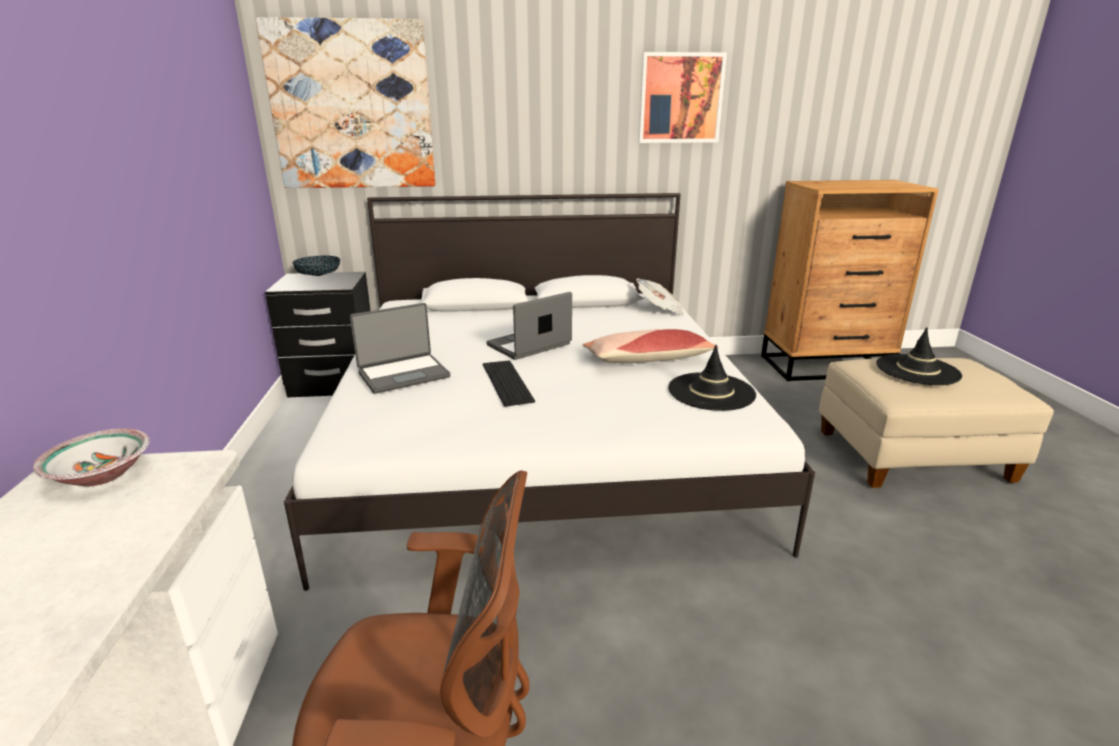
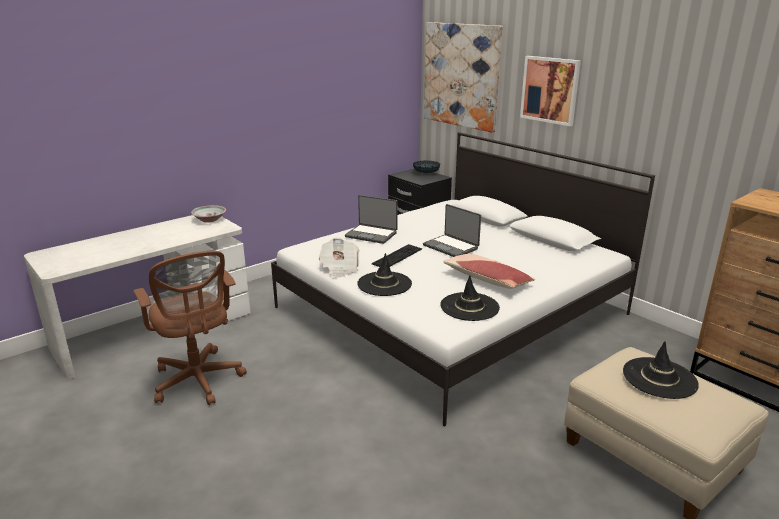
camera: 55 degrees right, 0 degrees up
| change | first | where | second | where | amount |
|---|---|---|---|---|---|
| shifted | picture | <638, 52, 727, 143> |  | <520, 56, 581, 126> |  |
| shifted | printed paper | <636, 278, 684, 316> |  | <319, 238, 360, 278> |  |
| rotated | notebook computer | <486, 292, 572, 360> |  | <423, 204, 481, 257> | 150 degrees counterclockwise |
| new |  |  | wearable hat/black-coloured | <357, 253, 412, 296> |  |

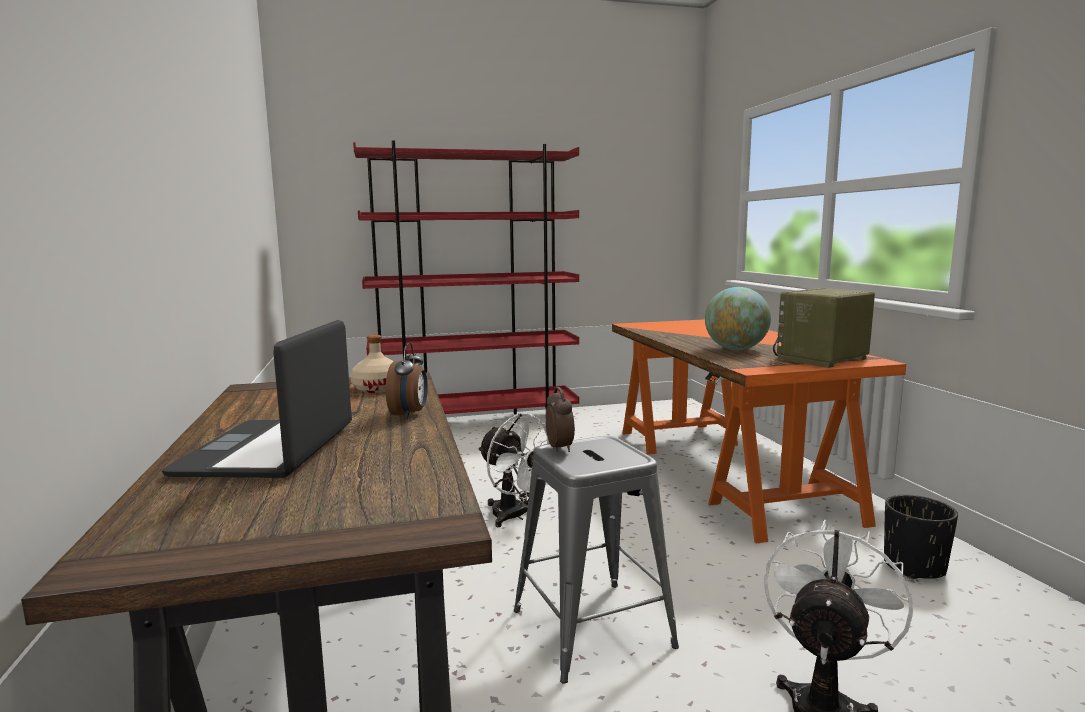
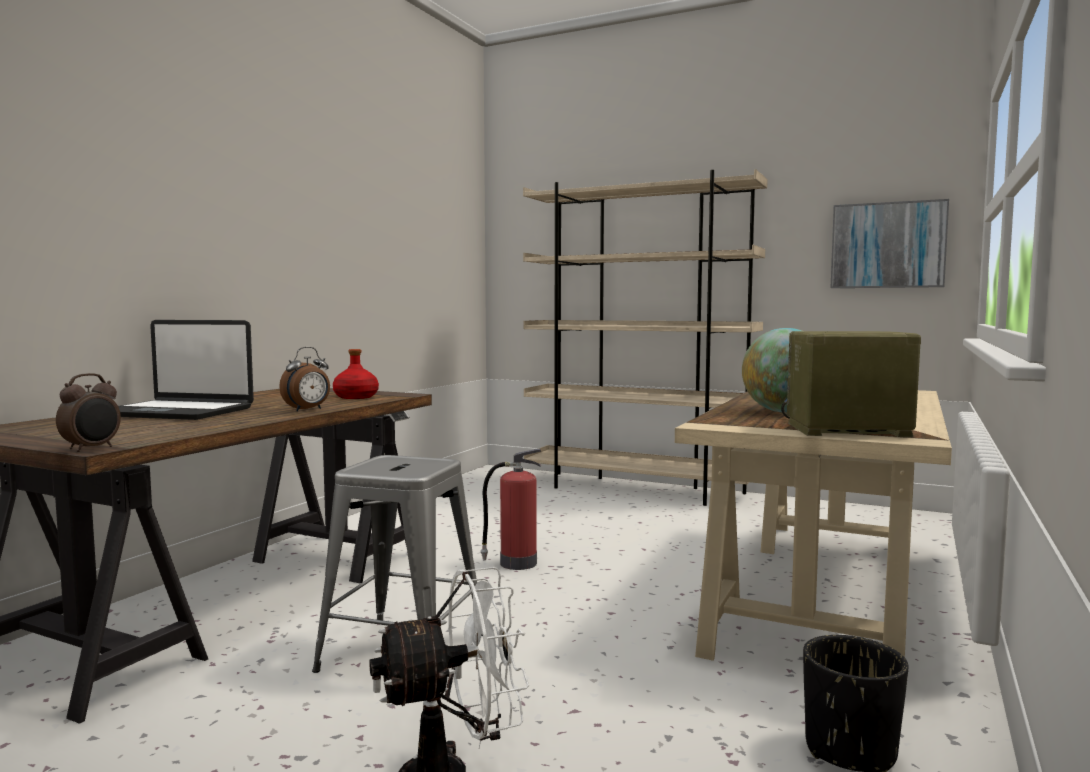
camera: 40 degrees right, 5 degrees down
| change | first | where | second | where | amount |
|---|---|---|---|---|---|
| repainted | bookcase/red-coloured | <353, 140, 579, 415> | bookcase/beige-coloured | <523, 169, 768, 506> |  |
| repainted | desk/orange-coloured | <612, 319, 906, 544> | desk/beige-coloured | <675, 390, 952, 661> |  |
| rotated | notebook computer | <162, 320, 352, 478> |  | <118, 320, 254, 420> | 120 degrees counterclockwise |
| repainted | beverage bottle/beige-coloured | <350, 335, 394, 393> | beverage bottle/red-coloured | <333, 349, 379, 399> |  |
| shifted | table clock | <545, 387, 575, 452> |  | <56, 373, 121, 452> |  |
| swapped | electric fan/whitish | <478, 414, 550, 527> | extinguisher | <480, 448, 541, 570> |  |
| new |  |  | picture | <831, 199, 949, 288> |  |

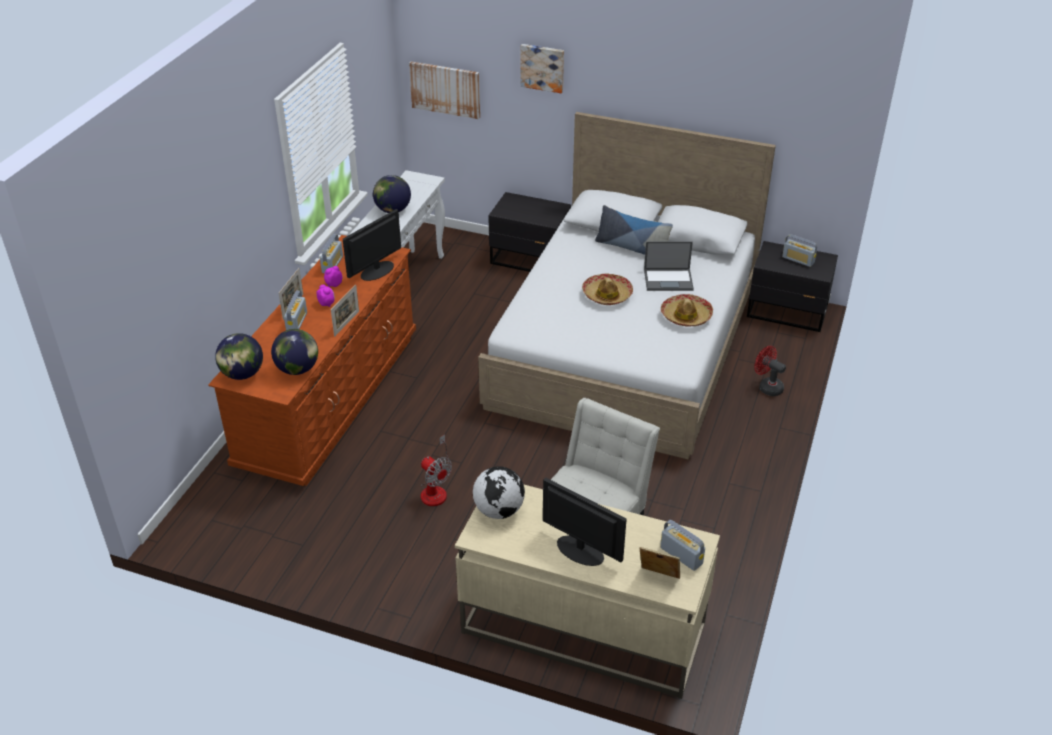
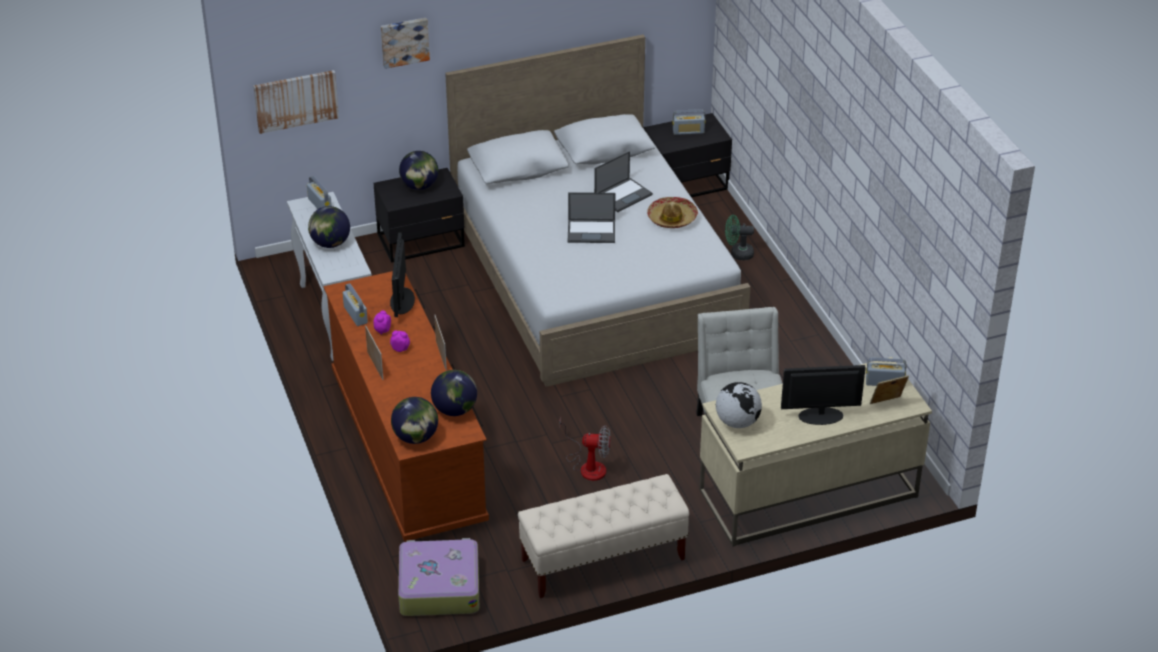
camera: 40 degrees left, 0 degrees up
| change | first | where | second | where | amount |
|---|---|---|---|---|---|
| gone | cushion | <595, 205, 673, 255> |  |  |  |
| swapped | wearable hat | <582, 273, 633, 305> | notebook computer | <568, 192, 616, 243> |  |
| shifted | radio receiver | <284, 290, 307, 330> |  | <307, 176, 332, 209> |  |
| repainted | electric fan/red-coloured | <754, 346, 786, 396> | electric fan/green-coloured | <725, 215, 754, 260> |  |
| new |  |  | world globe | <399, 151, 438, 190> |  |
| new |  |  | bench/beige-coloured | <518, 474, 689, 598> |  |
| new |  |  | suitcase | <398, 538, 479, 616> |  |

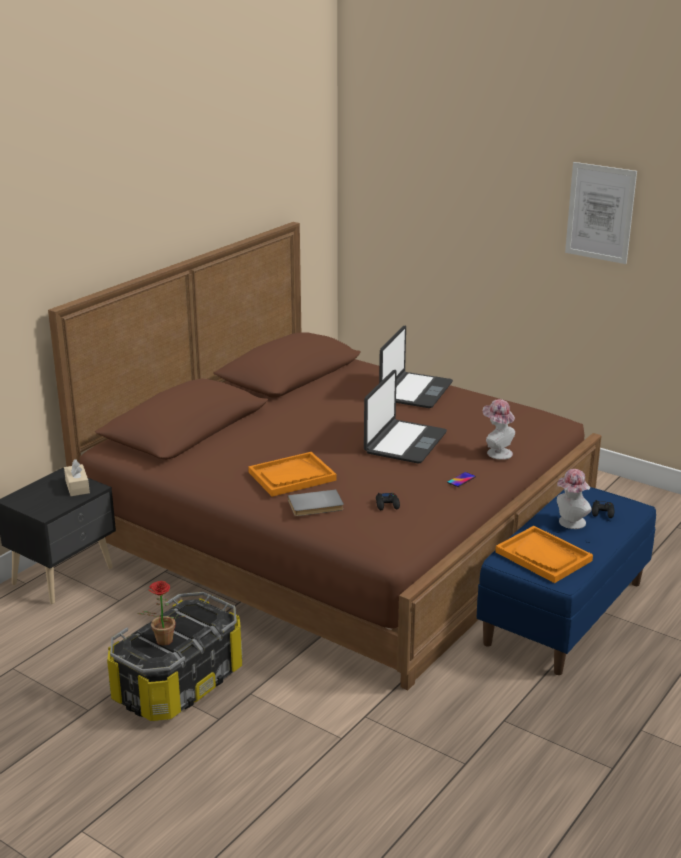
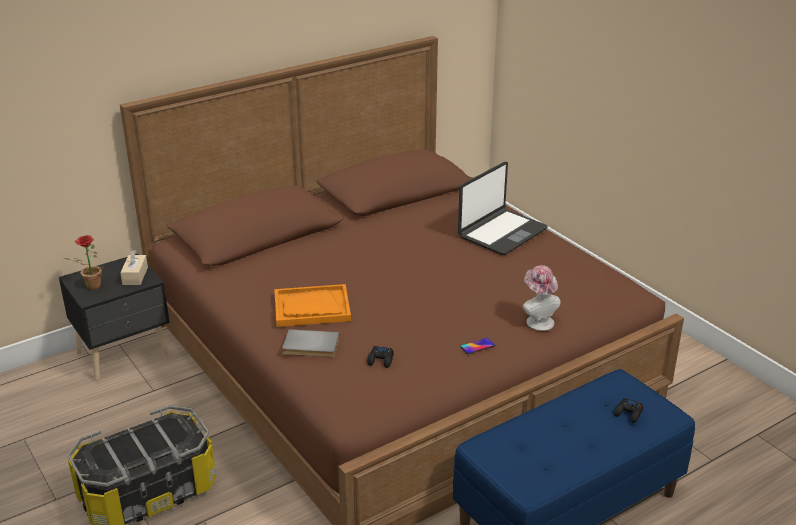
camera: 20 degrees right, 5 degrees up
| change | first | where | second | where | amount |
|---|---|---|---|---|---|
| gone | picture | <565, 162, 637, 264> |  |  |  |
| gone | notebook computer | <364, 370, 447, 463> |  |  |  |
| gone | wearable hat | <557, 469, 592, 529> |  |  |  |
| gone | carrying tray/orange-coloured | <495, 526, 593, 583> |  |  |  |
| shifted | potted plant | <137, 581, 184, 646> |  | <64, 235, 103, 290> |  |

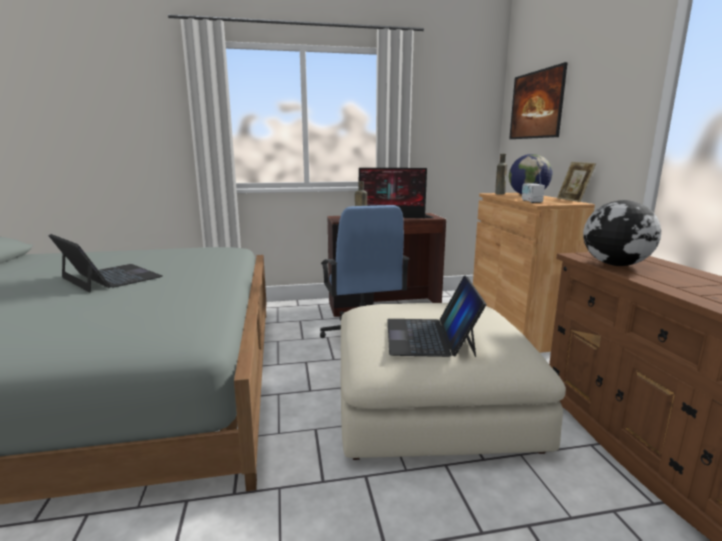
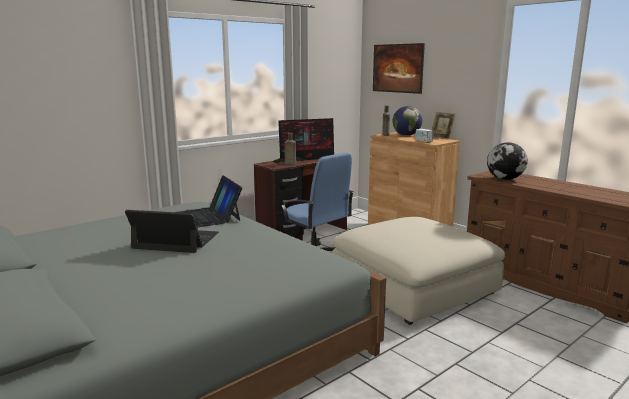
camera: 30 degrees left, 0 degrees up
| change | first | where | second | where | amount |
|---|---|---|---|---|---|
| shifted | notebook computer | <387, 275, 486, 357> |  | <178, 175, 242, 227> |  |

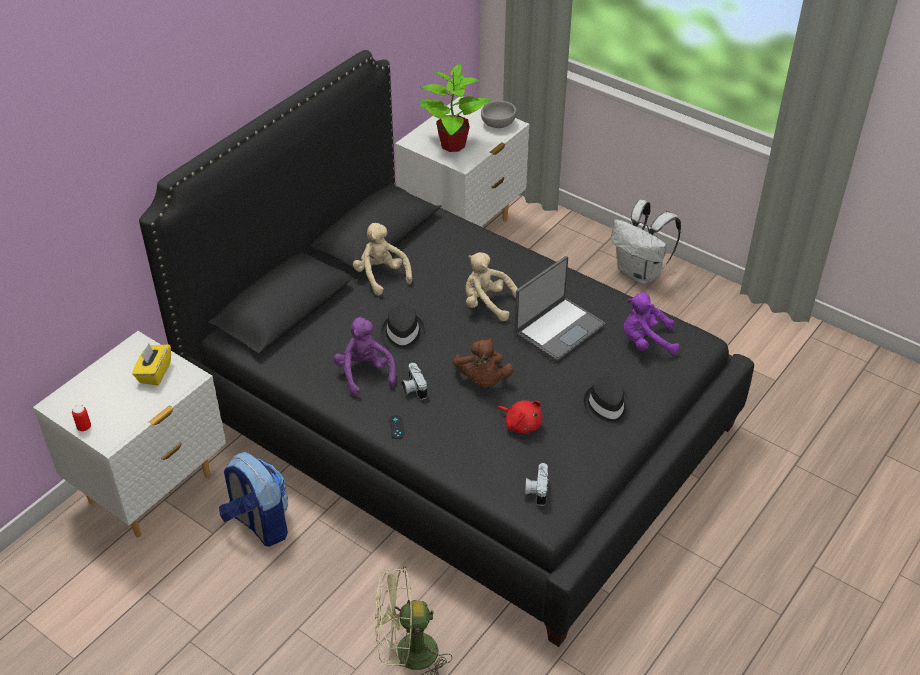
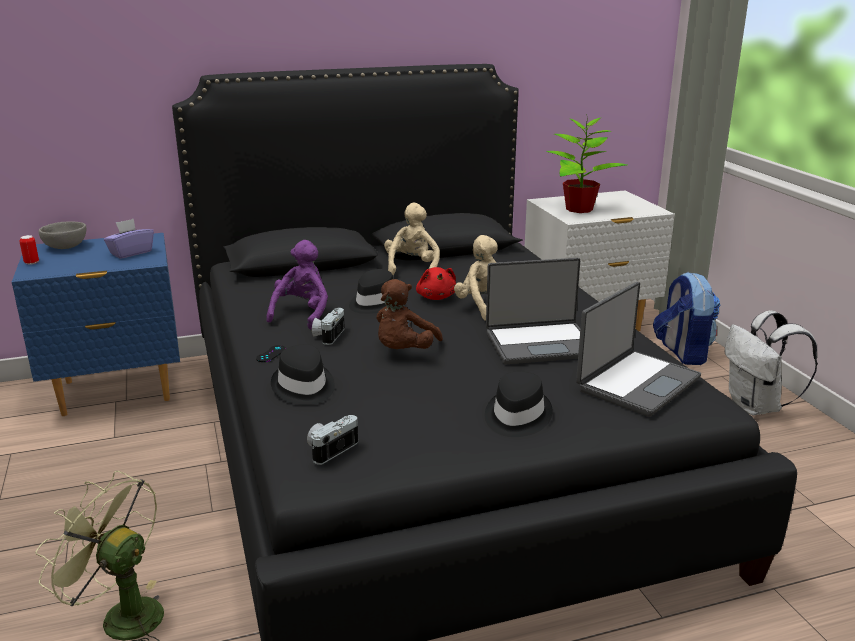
camera: 35 degrees right, 20 degrees down
| change | first | where | second | where | amount |
|---|---|---|---|---|---|
| shifted | deep dish/grey | <481, 101, 517, 128> |  | <39, 221, 86, 249> |  |
| swapped | plush toy/purplish | <624, 292, 680, 355> | notebook computer | <576, 282, 701, 417> |  |
| repainted | night table/whitish | <33, 331, 226, 537> | night table/blue | <12, 233, 180, 416> |  |
| repainted | tissue holder/yellow | <132, 343, 171, 386> | tissue holder/purplish | <104, 219, 154, 259> |  |
| shifted | plush toy/red-coloured | <498, 401, 543, 434> |  | <416, 267, 456, 300> |  |
| shifted | knapsack | <219, 452, 288, 547> |  | <653, 272, 721, 365> |  |
| new |  |  | wearable hat/black-coloured | <271, 344, 335, 405> |  |

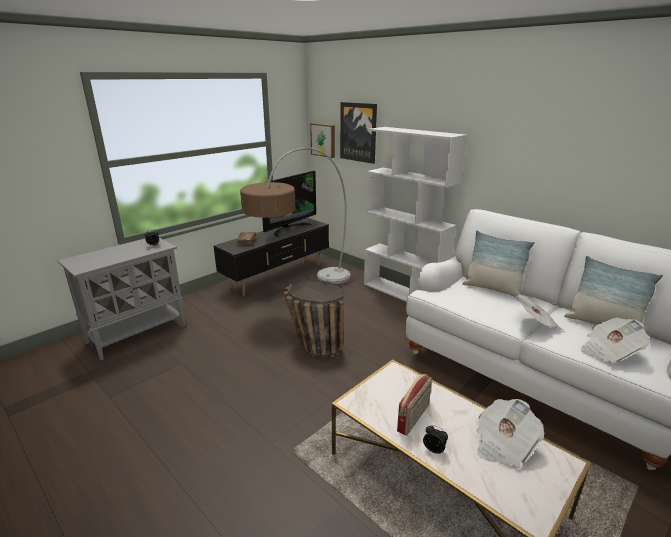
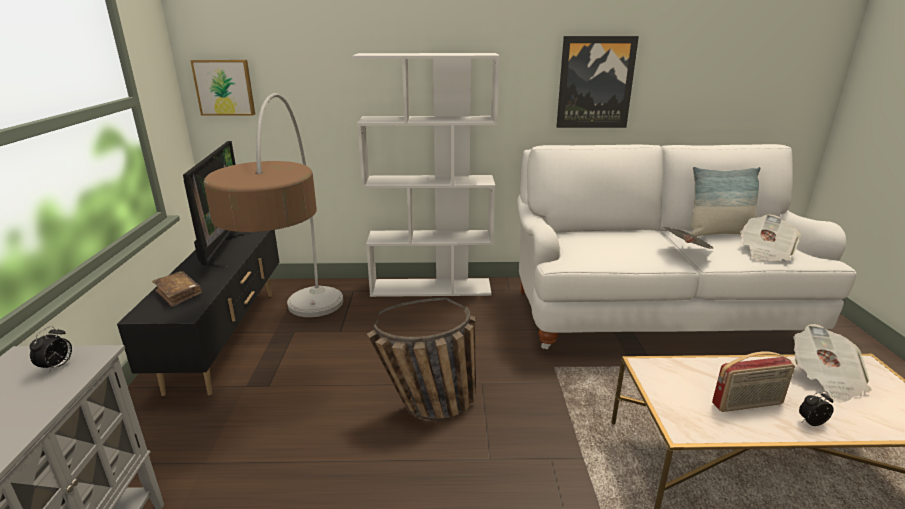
camera: 45 degrees left, 0 degrees up
| change | first | where | second | where | amount |
|---|---|---|---|---|---|
| shifted | picture | <340, 102, 377, 164> |  | <556, 36, 639, 128> |  |
| gone | cushion | <462, 230, 535, 296> |  |  |  |
| rotated | radio receiver | <397, 374, 432, 436> |  | <712, 351, 795, 412> | 90 degrees clockwise |

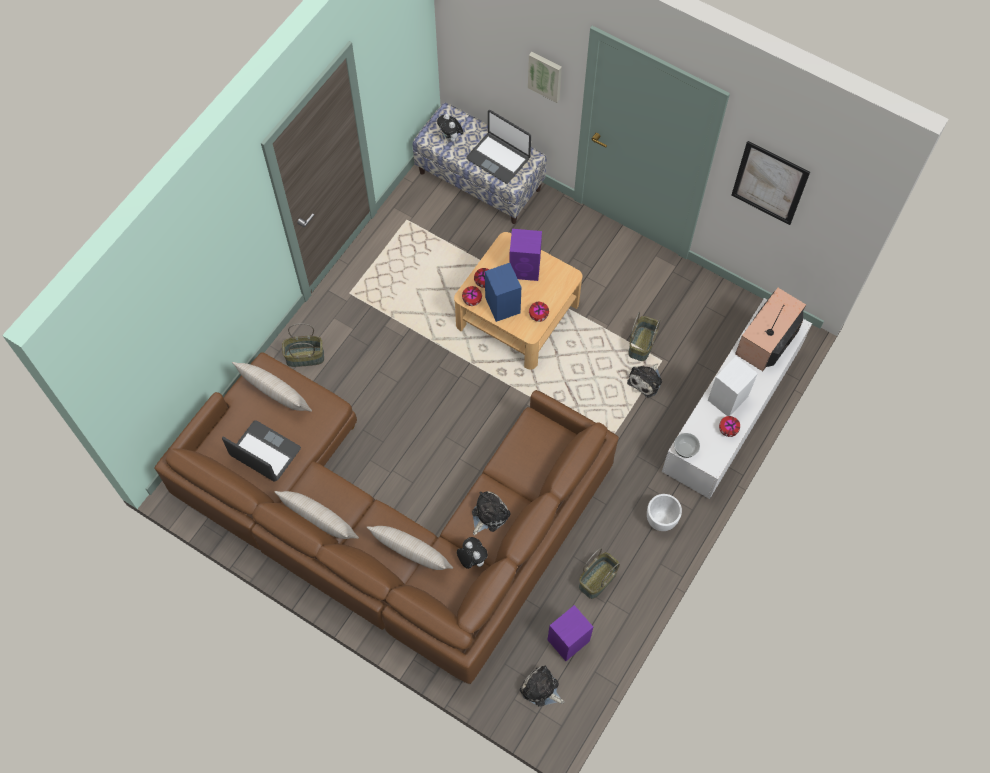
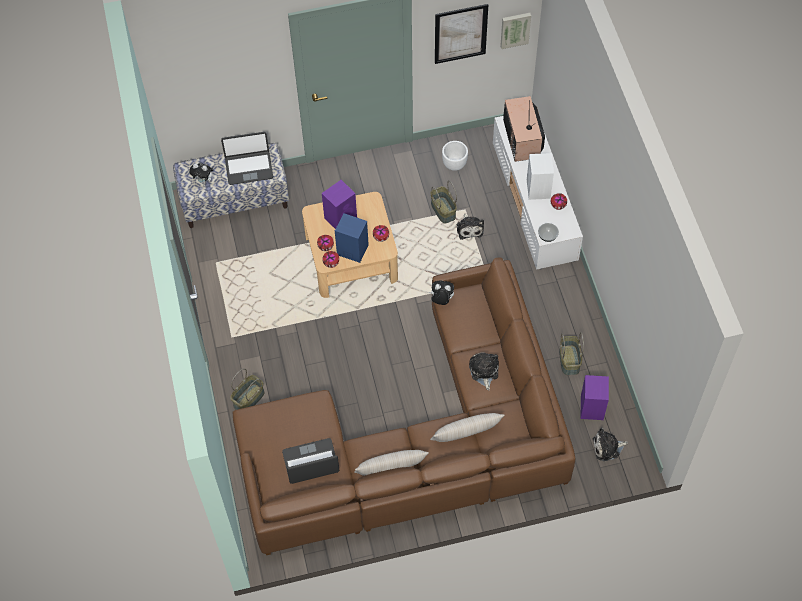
camera: 45 degrees left, 5 degrees down
| change | first | where | second | where | amount |
|---|---|---|---|---|---|
| shifted | picture | <528, 52, 562, 103> |  | <500, 13, 531, 49> |  |
| gone | cushion/beige-coloured | <232, 362, 312, 412> |  |  |  |
| shifted | plant pot/whitish | <647, 494, 682, 531> |  | <442, 141, 468, 171> |  |
| shifted | plush toy | <457, 537, 488, 569> |  | <429, 281, 454, 305> |  |

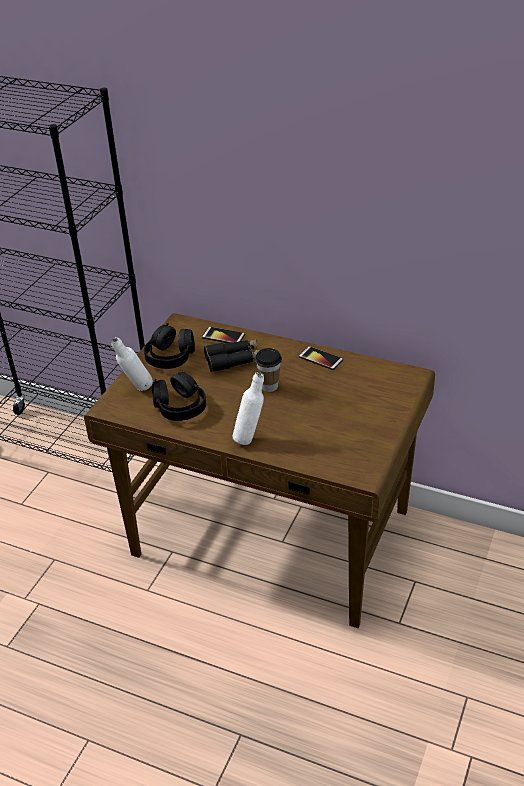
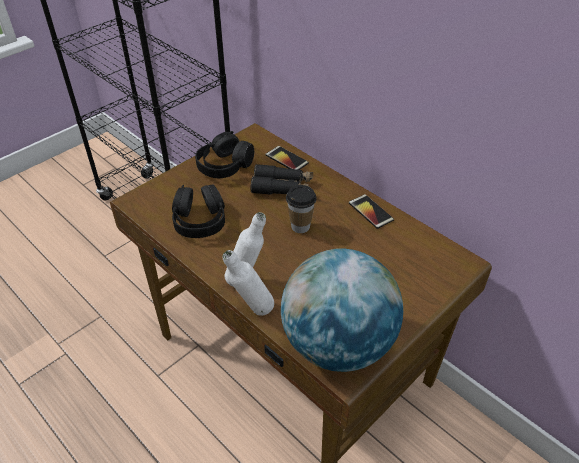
camera: 20 degrees right, 5 degrees up
| change | first | where | second | where | amount |
|---|---|---|---|---|---|
| shifted | beverage bottle/whitish | <111, 337, 153, 391> |  | <222, 250, 274, 316> |  |
| new |  |  | world globe | <281, 248, 403, 372> |  |

